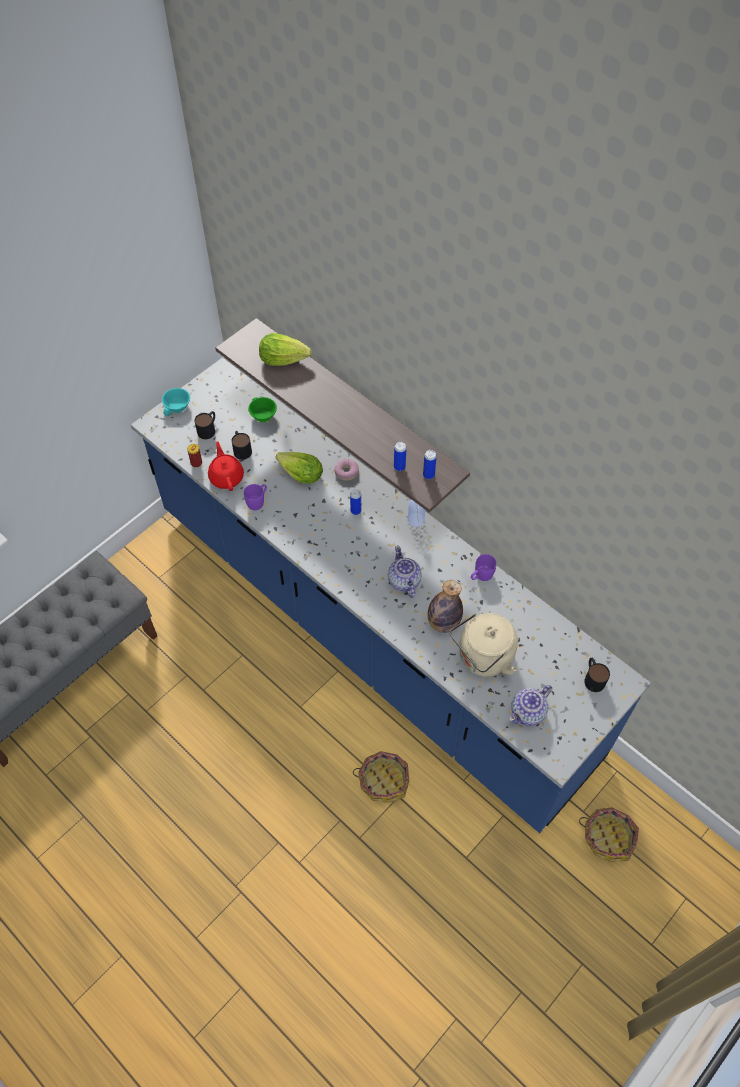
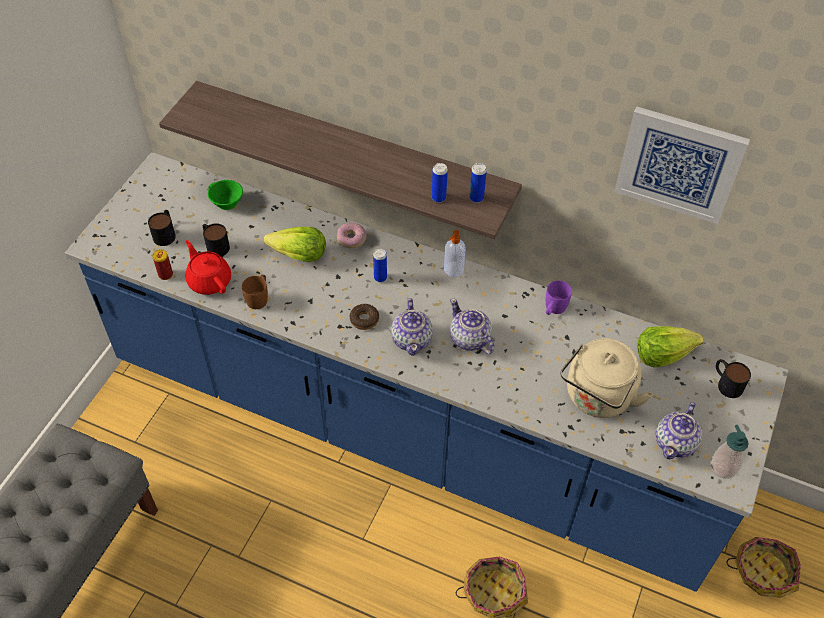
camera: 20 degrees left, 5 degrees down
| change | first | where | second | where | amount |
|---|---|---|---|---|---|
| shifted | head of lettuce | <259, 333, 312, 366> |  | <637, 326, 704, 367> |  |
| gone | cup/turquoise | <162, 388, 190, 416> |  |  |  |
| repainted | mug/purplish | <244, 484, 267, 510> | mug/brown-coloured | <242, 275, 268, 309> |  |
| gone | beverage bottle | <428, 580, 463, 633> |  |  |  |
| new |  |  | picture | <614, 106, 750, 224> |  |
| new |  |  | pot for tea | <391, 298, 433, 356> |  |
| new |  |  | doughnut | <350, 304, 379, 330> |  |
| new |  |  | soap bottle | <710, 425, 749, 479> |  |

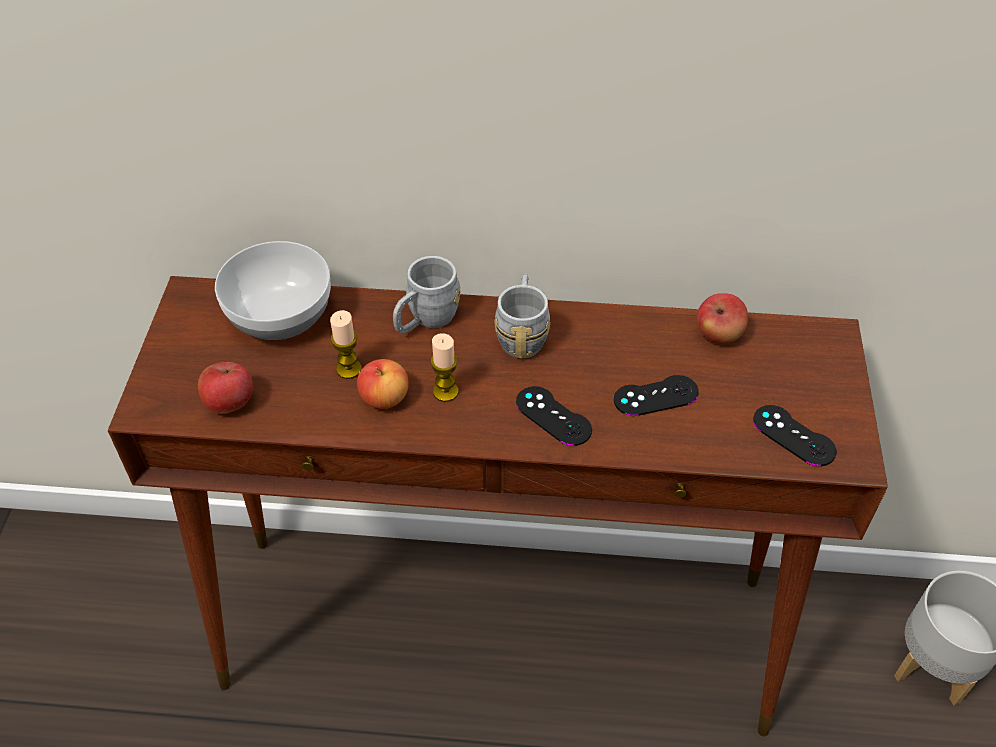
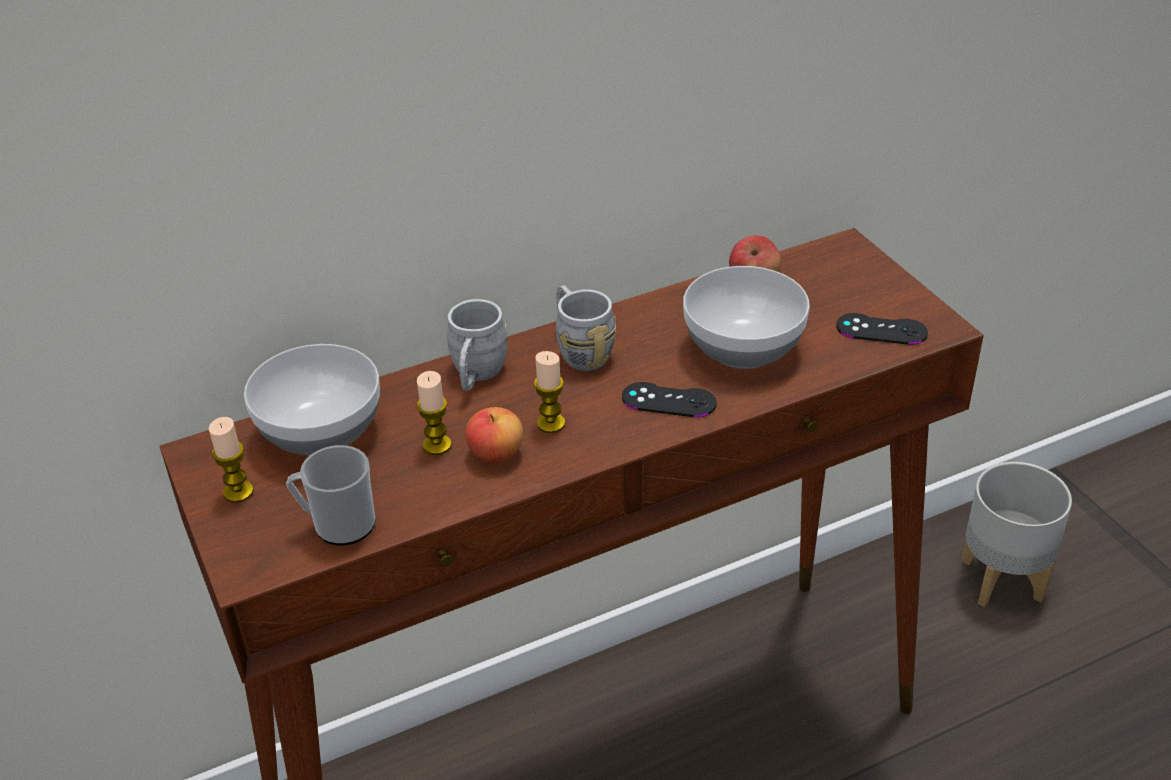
camera: 30 degrees left, 10 degrees down
| change | first | where | second | where | amount |
|---|---|---|---|---|---|
| swapped | apple fruit | <198, 362, 253, 414> | mug | <286, 445, 376, 546> |  |
| swapped | game controller/black-coloured | <614, 375, 699, 416> | deep dish | <683, 266, 810, 369> |  |
| new |  |  | wax candle | <209, 417, 254, 503> |  |

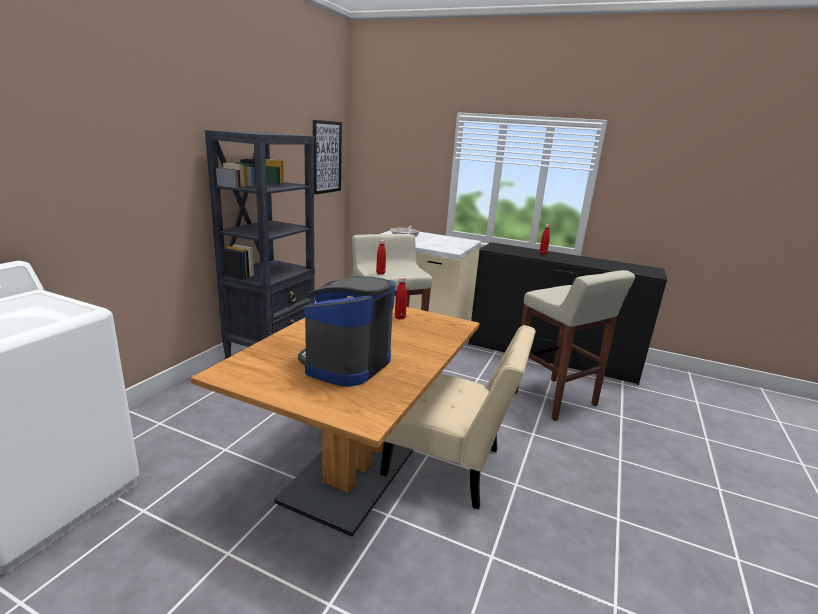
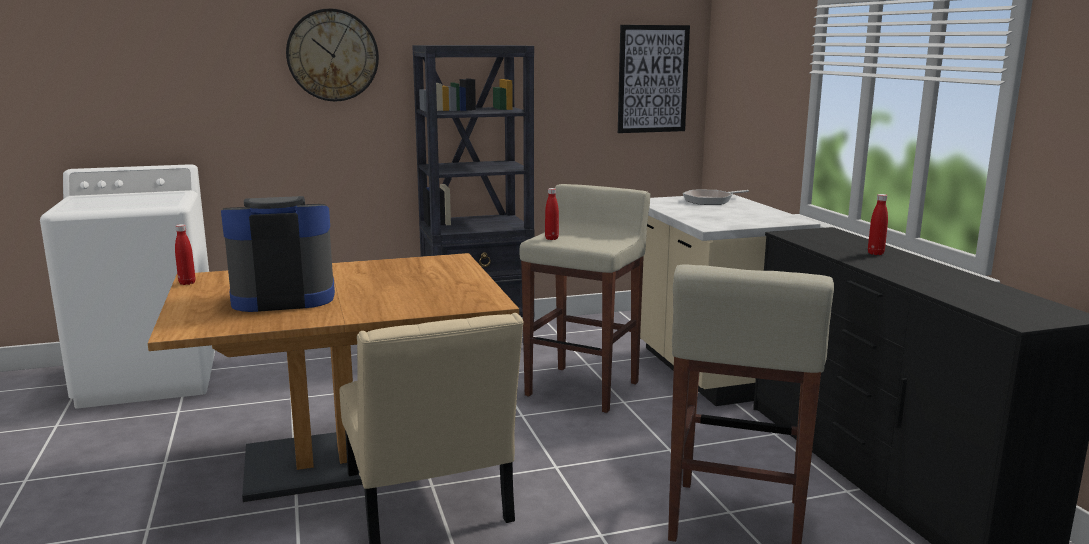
camera: 50 degrees right, 5 degrees down
| change | first | where | second | where | amount |
|---|---|---|---|---|---|
| shifted | beverage bottle/red-coloured | <395, 277, 407, 319> |  | <175, 224, 195, 285> |  |
| new |  |  | wall clock | <286, 8, 379, 101> |  |

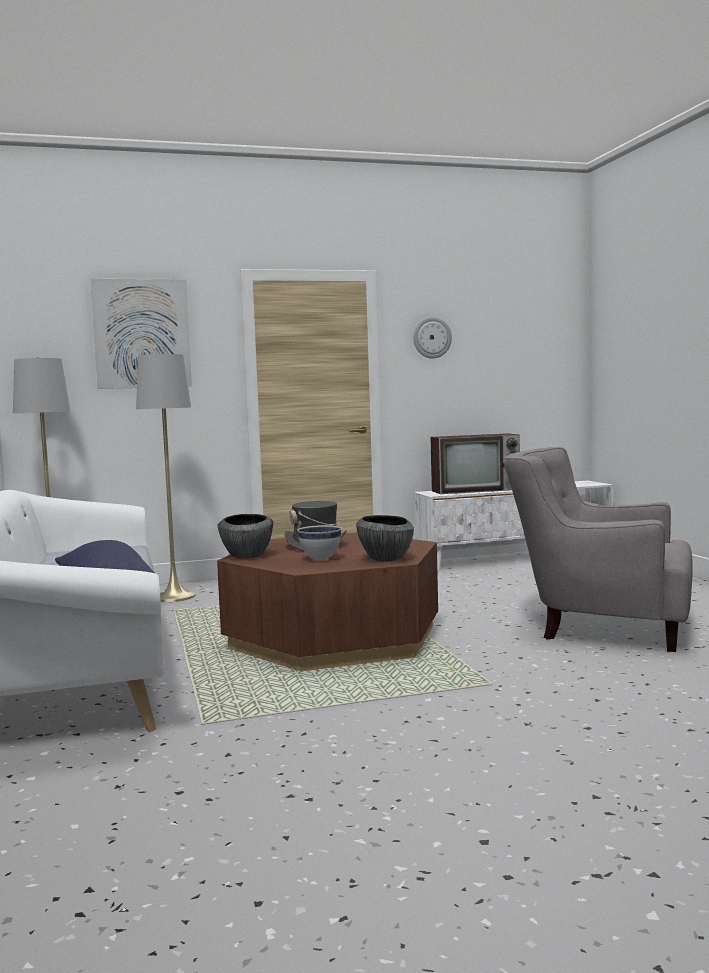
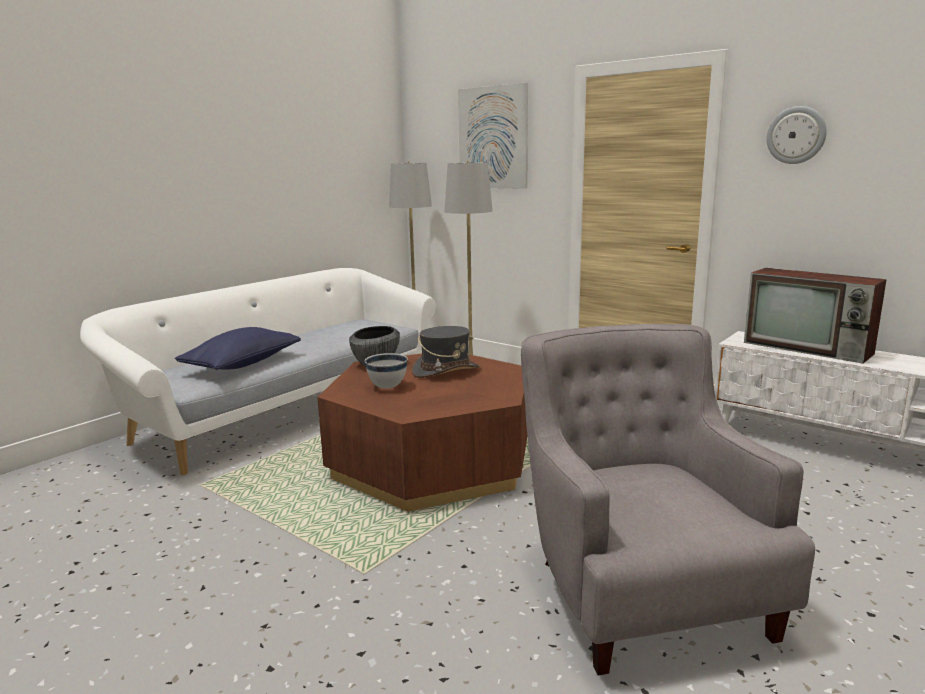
camera: 55 degrees right, 10 degrees up
| change | first | where | second | where | amount |
|---|---|---|---|---|---|
| gone | deep dish | <356, 515, 414, 561> |  |  |  |

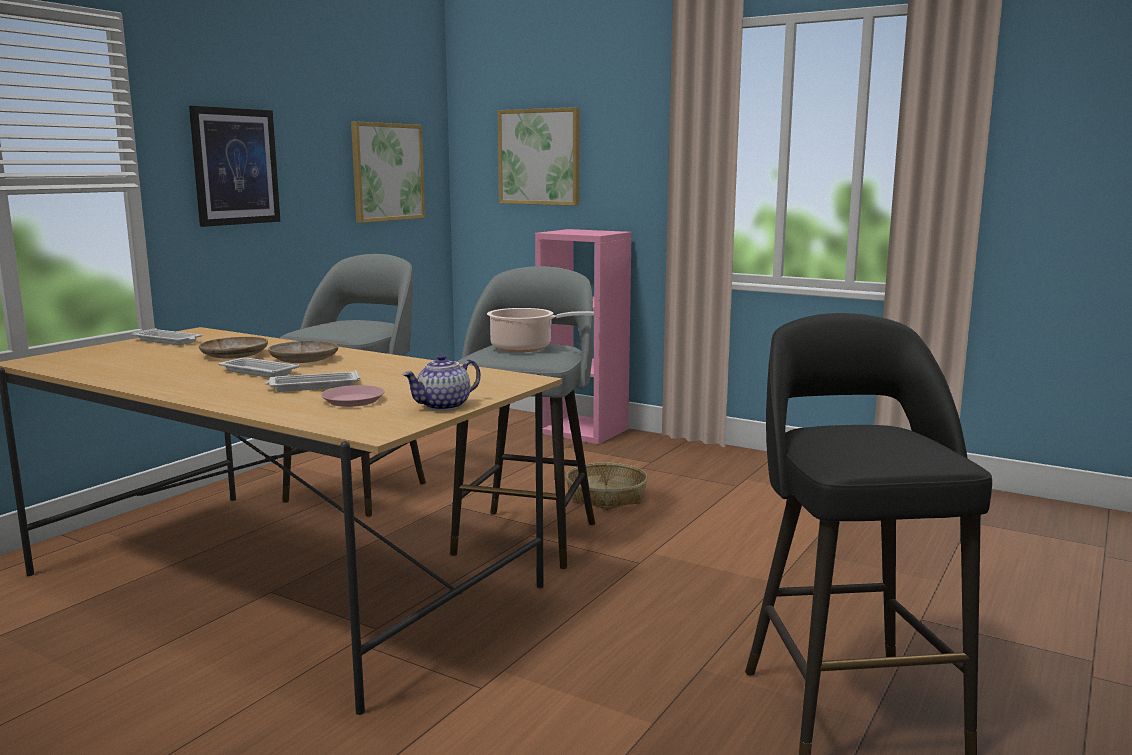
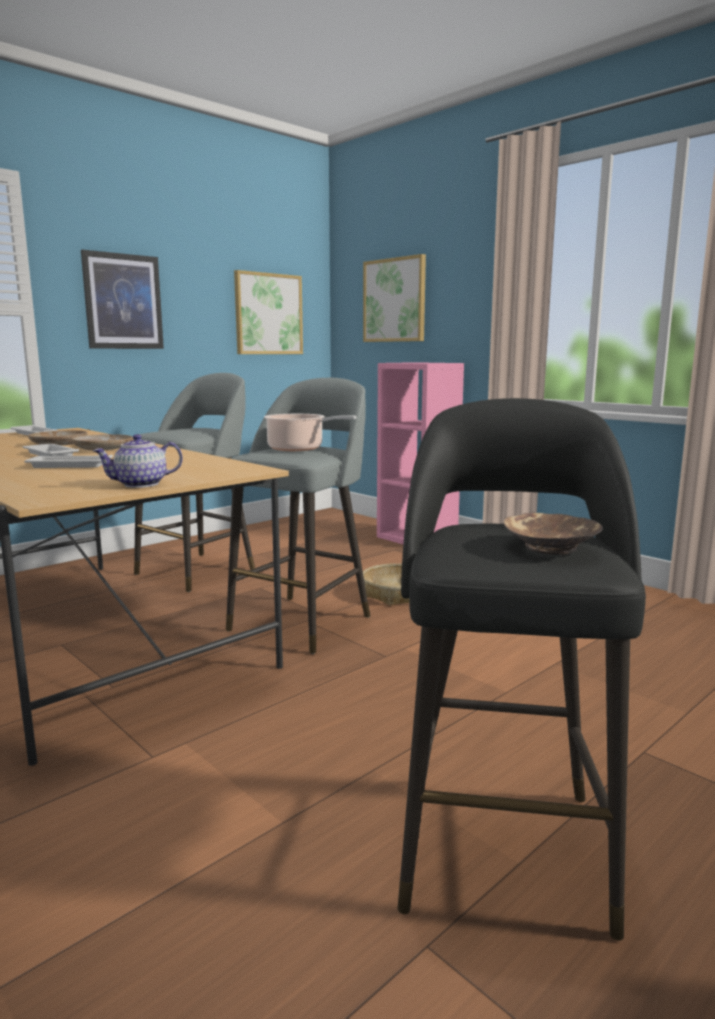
camera: 15 degrees right, 0 degrees up
| change | first | where | second | where | amount |
|---|---|---|---|---|---|
| gone | plate/pinkish | <321, 385, 385, 407> |  |  |  |
| new |  |  | deep dish/brown-coloured | <503, 513, 603, 555> |  |

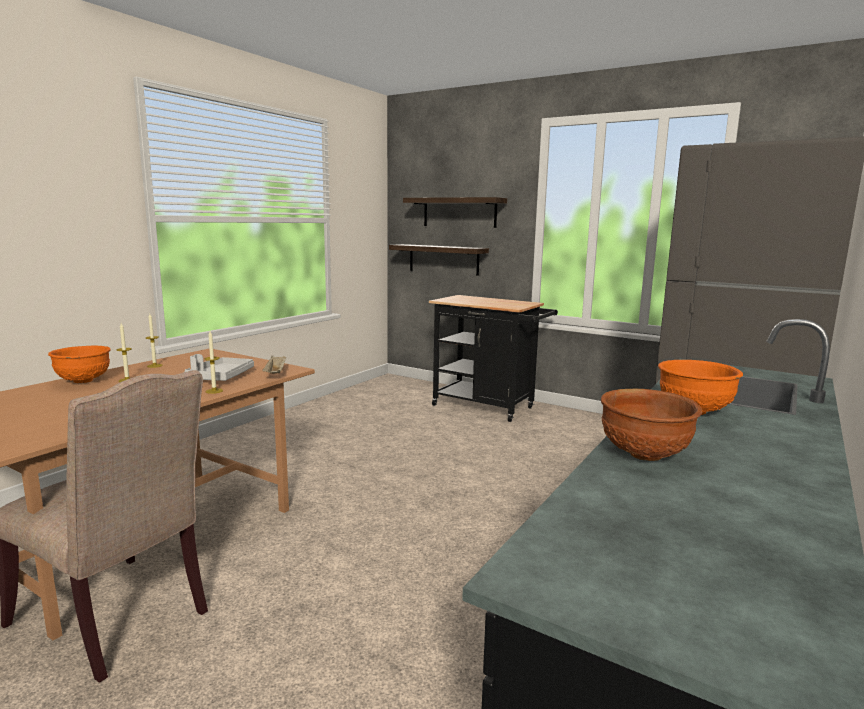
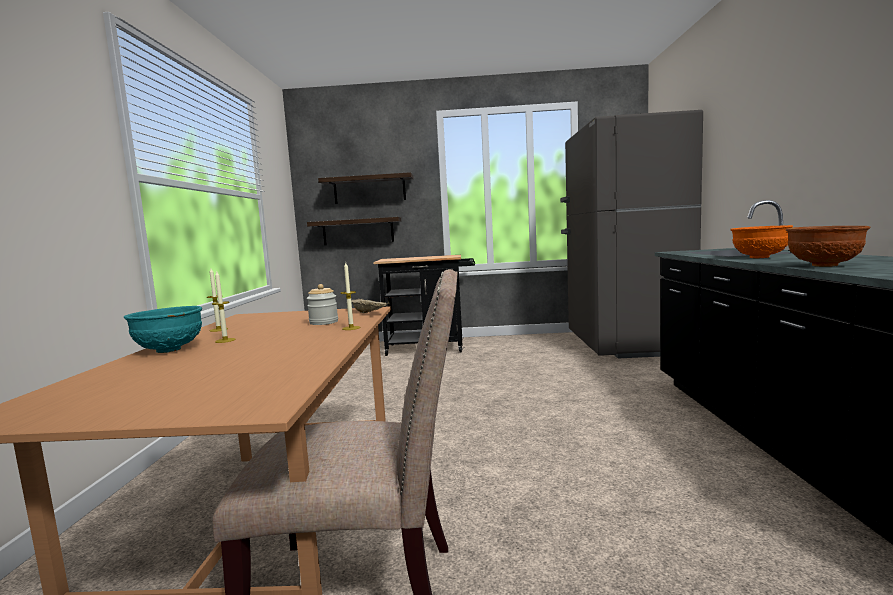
camera: 30 degrees left, 5 degrees down
| change | first | where | second | where | amount |
|---|---|---|---|---|---|
| repainted | deep dish/orange-coloured | <48, 346, 111, 383> | deep dish/turquoise | <124, 306, 202, 353> |  |
| swapped | carrying tray/grey | <185, 354, 254, 381> | jar | <307, 284, 338, 325> |  |

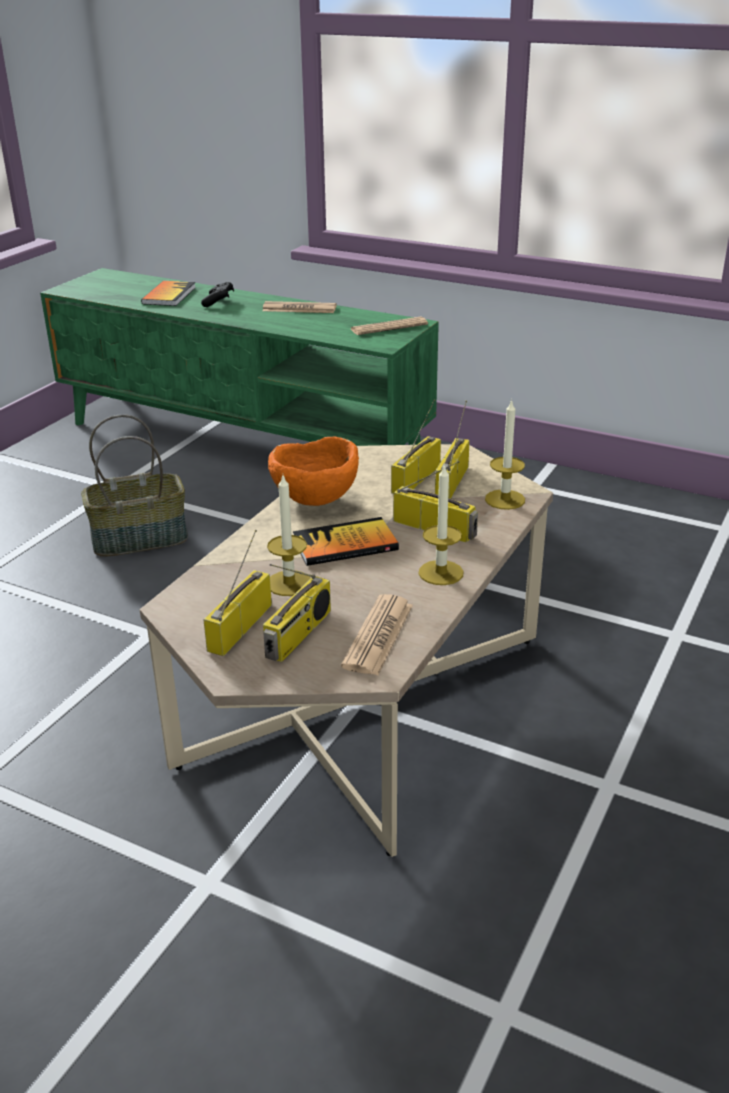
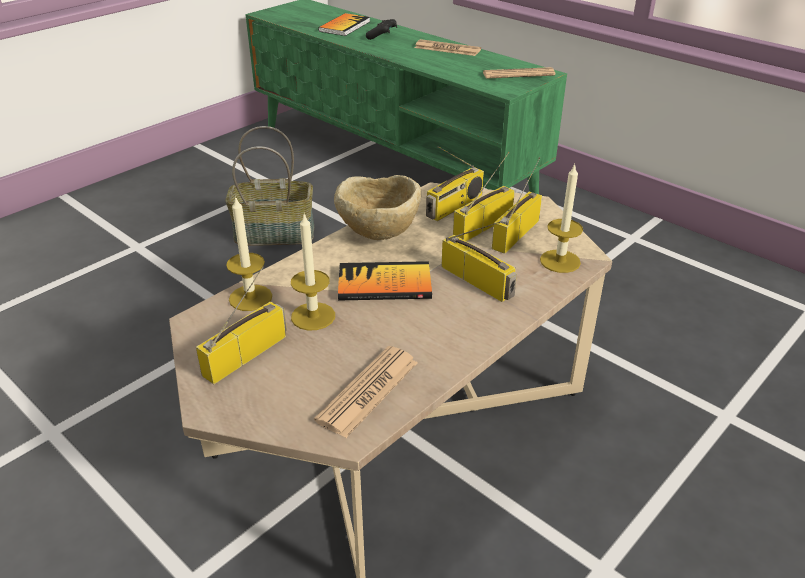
camera: 15 degrees right, 5 degrees up
| change | first | where | second | where | amount |
|---|---|---|---|---|---|
| repainted | deep dish/orange-coloured | <268, 437, 359, 506> | deep dish/beige-coloured | <334, 175, 421, 240> |  |
| shifted | wax candle | <419, 463, 464, 585> |  | <226, 196, 272, 311> |  |
| shifted | radio receiver | <263, 564, 331, 662> |  | <426, 146, 484, 221> |  |

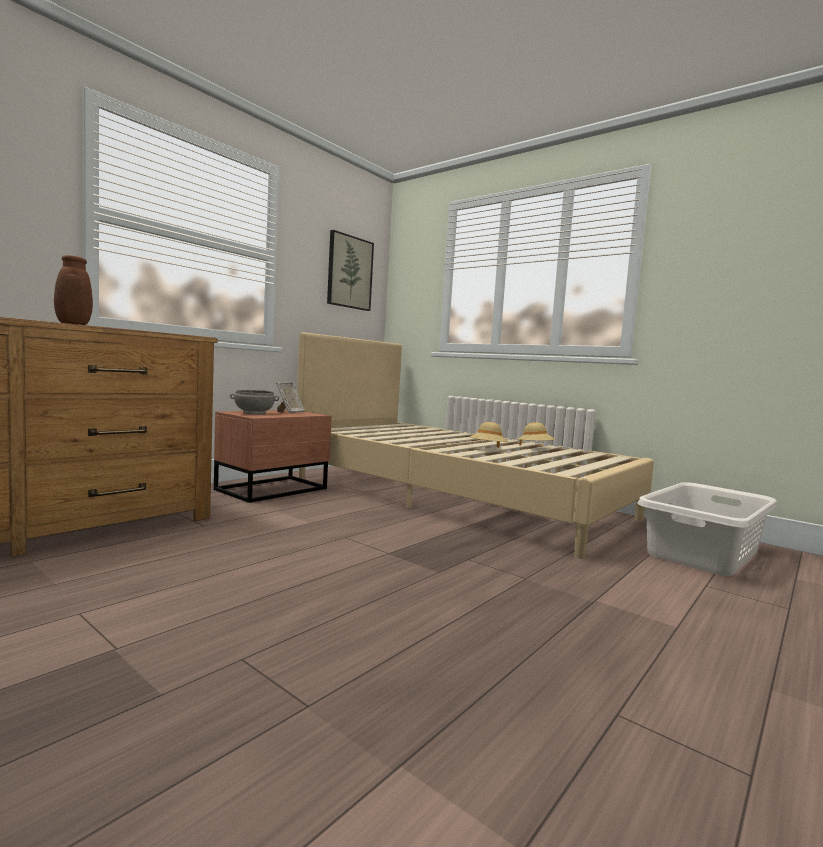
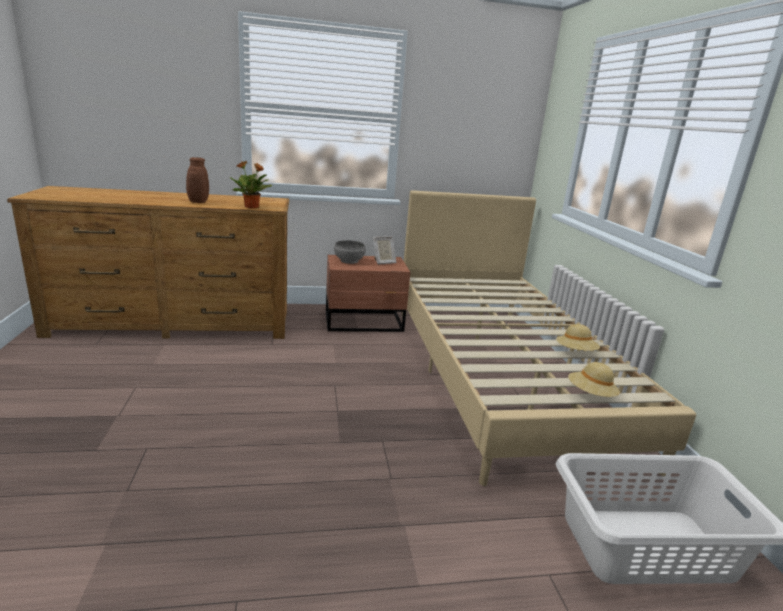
camera: 40 degrees right, 15 degrees up
| change | first | where | second | where | amount |
|---|---|---|---|---|---|
| gone | picture | <327, 230, 374, 311> |  |  |  |
| shifted | wearable hat/beige-coloured | <469, 422, 508, 448> |  | <568, 362, 620, 397> |  |
| new |  |  | potted plant | <229, 161, 273, 209> |  |

